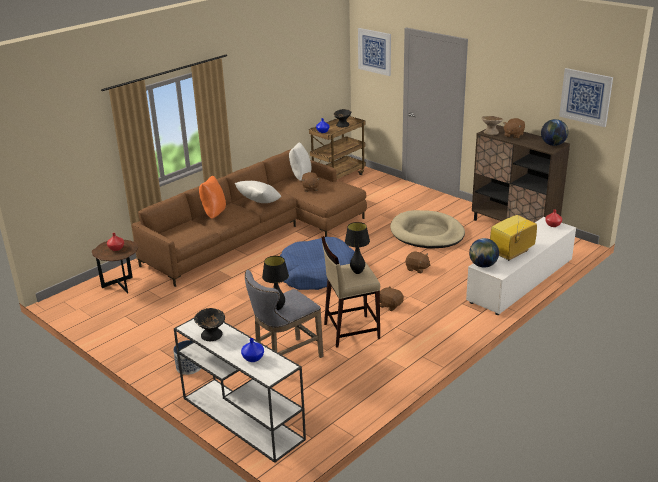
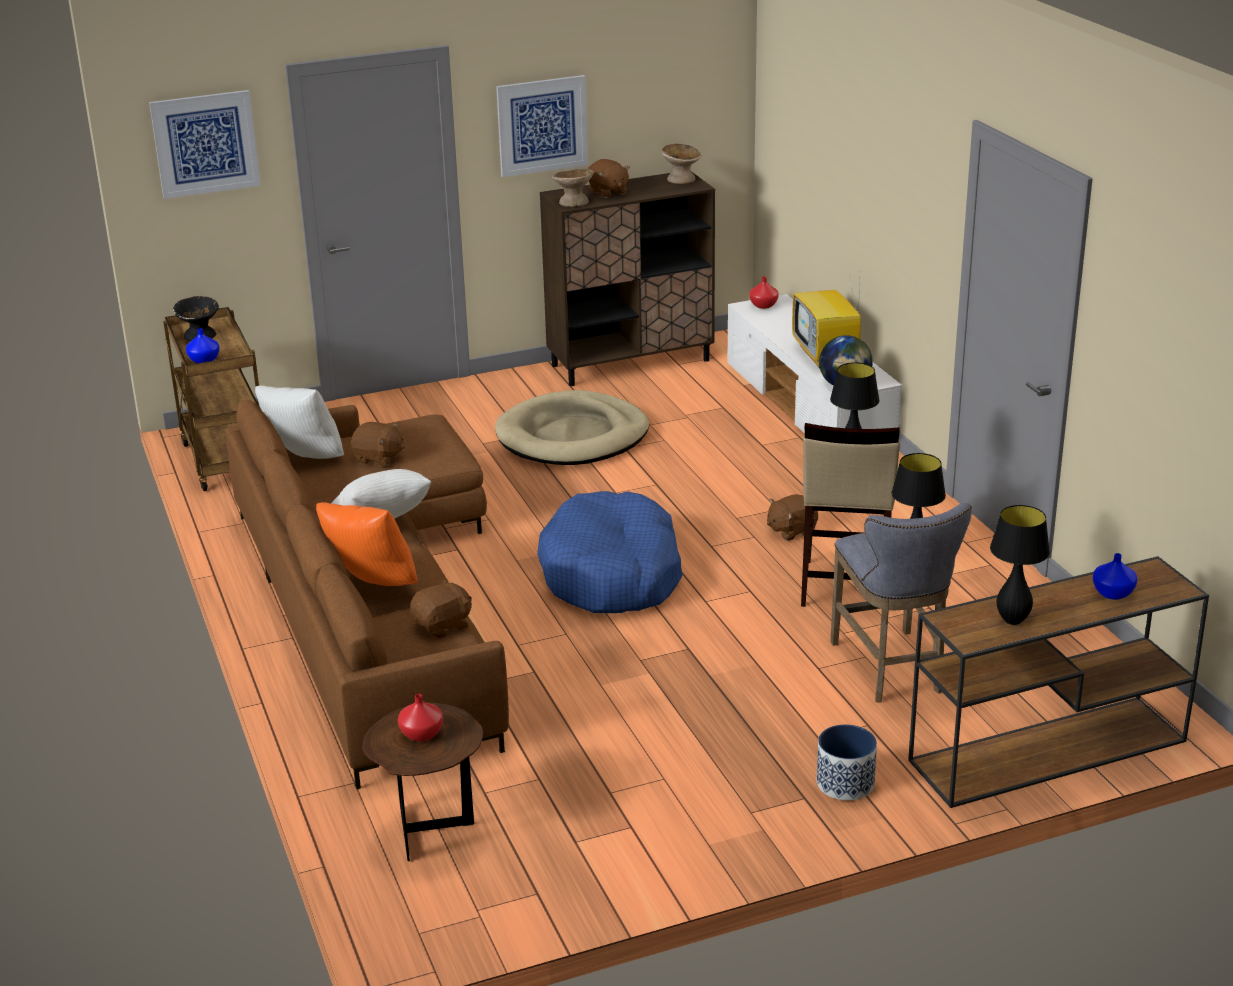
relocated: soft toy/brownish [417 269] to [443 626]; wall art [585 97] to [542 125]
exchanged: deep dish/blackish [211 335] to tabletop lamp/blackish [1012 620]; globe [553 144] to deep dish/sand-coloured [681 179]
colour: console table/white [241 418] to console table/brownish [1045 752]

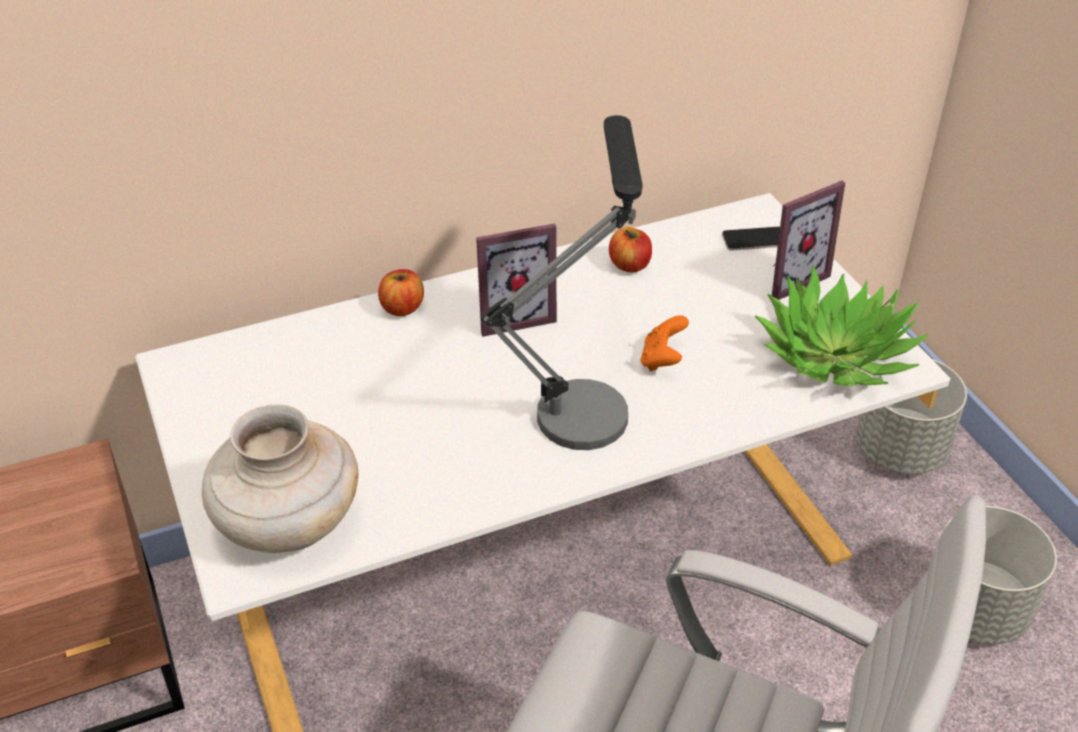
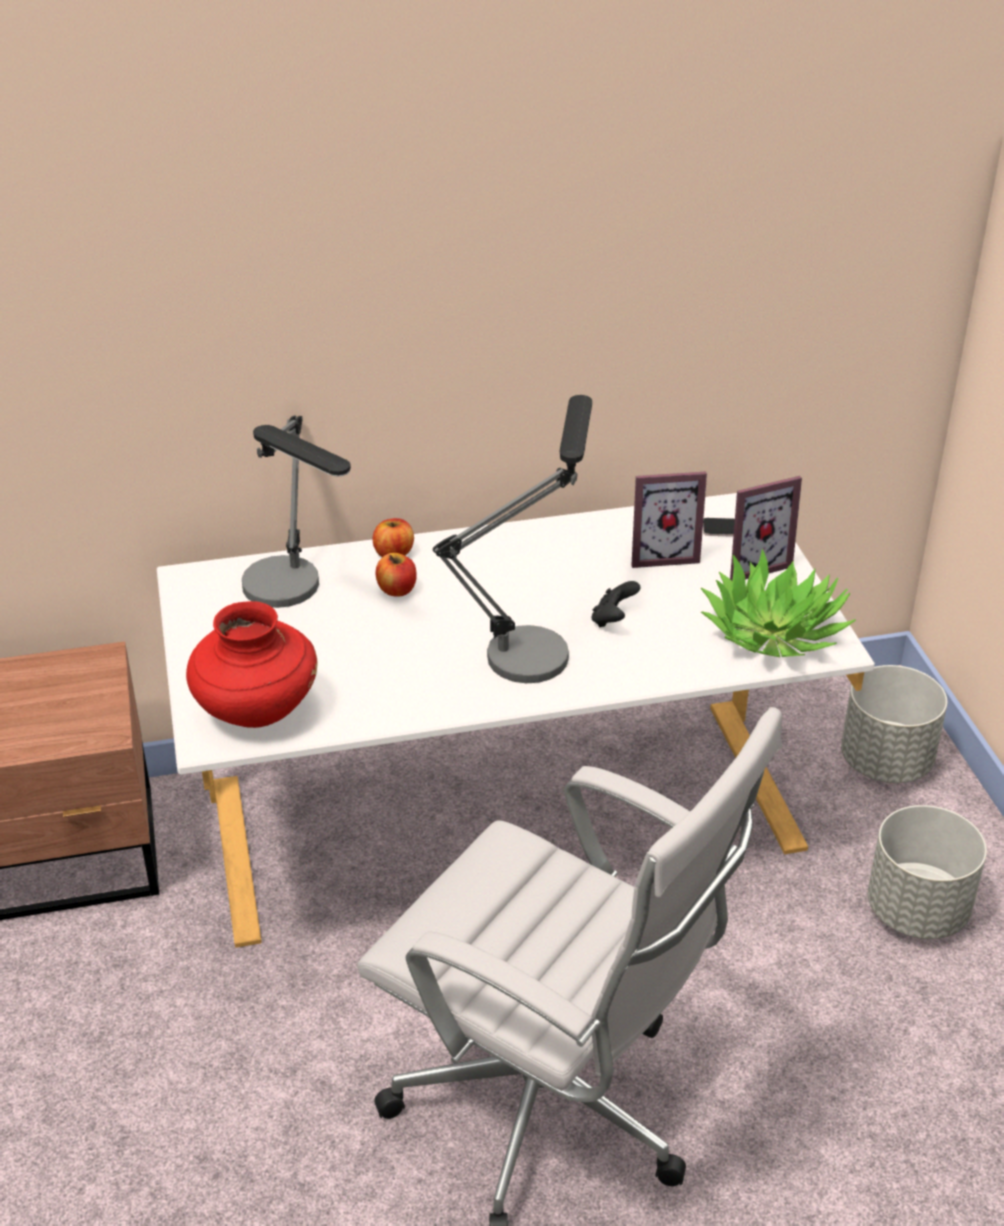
appeared: tabletop lamp [294 595]
relocated: photo frame [513 315] to [662 554]; apple fruit [629 265] to [397 590]
colour: decorative vase/sand-coloured [288 525] to decorative vase/reddish [256 711]; gamepad/orange [662 360] to gamepad/blackish [613 619]

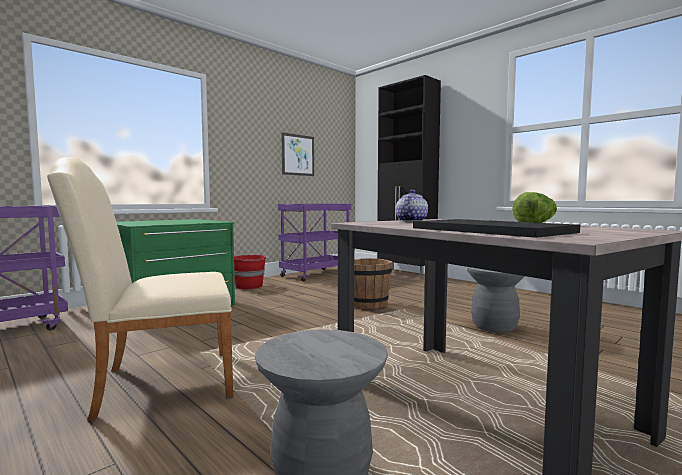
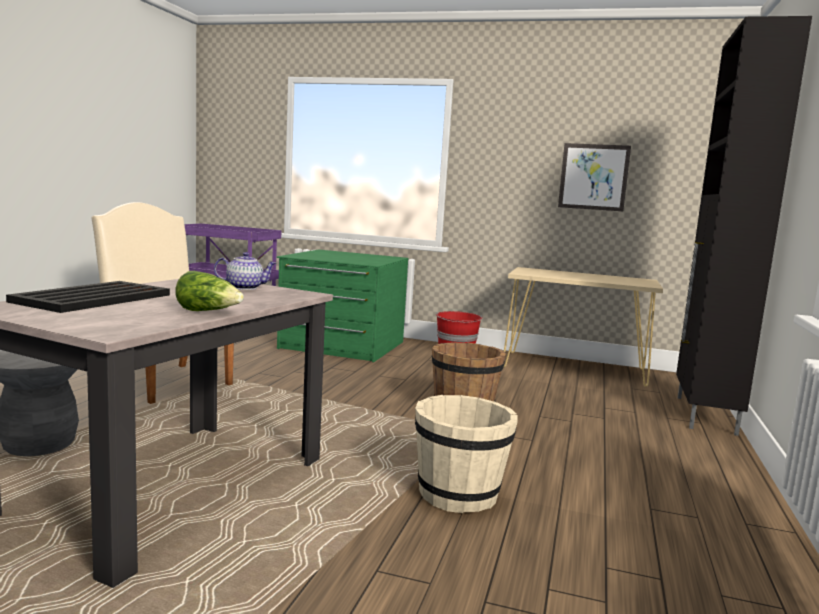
exchanged: cart/purple [315 274] to console table/sand-coloured [574 368]; sitting stool/gray [494 326] to water bucket/sand-coloured [459 494]

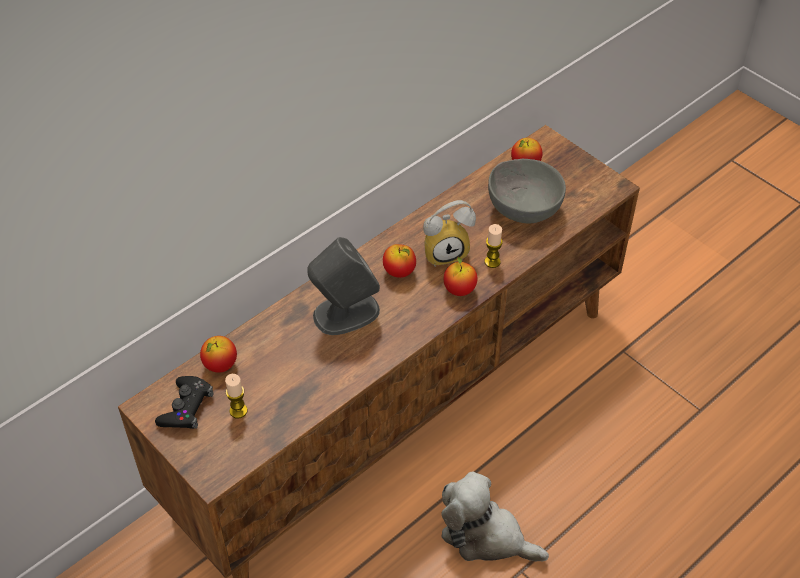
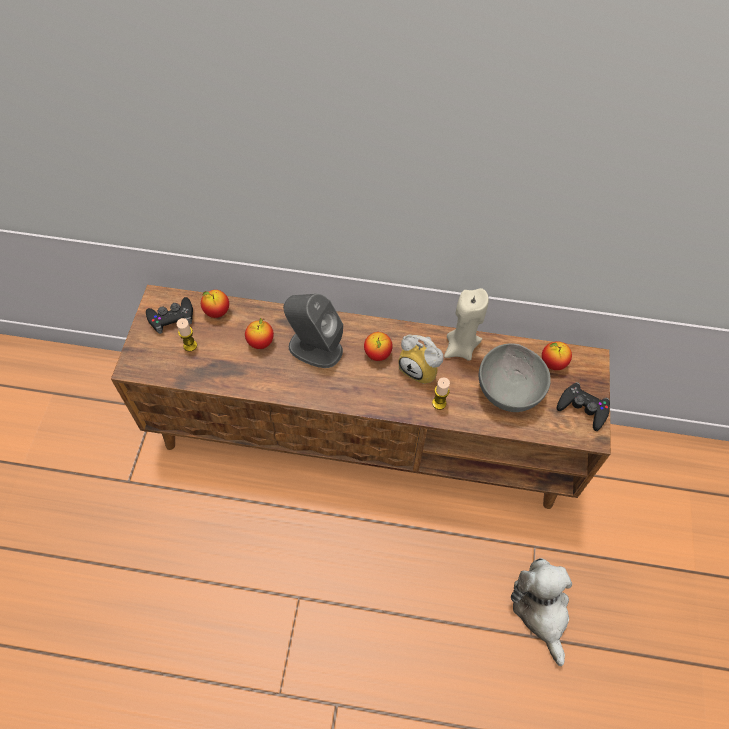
appeared: candle/sand-coloured [460 348]; gamepad/blackish [582 408]
relocated: soft toy [486 535] to [541 610]; apple fruit [459 290] to [261 342]

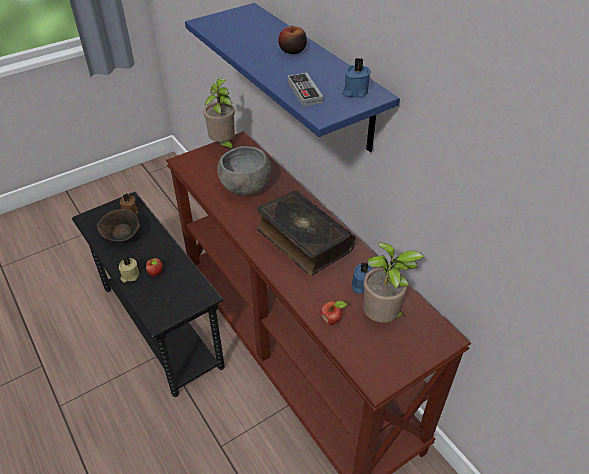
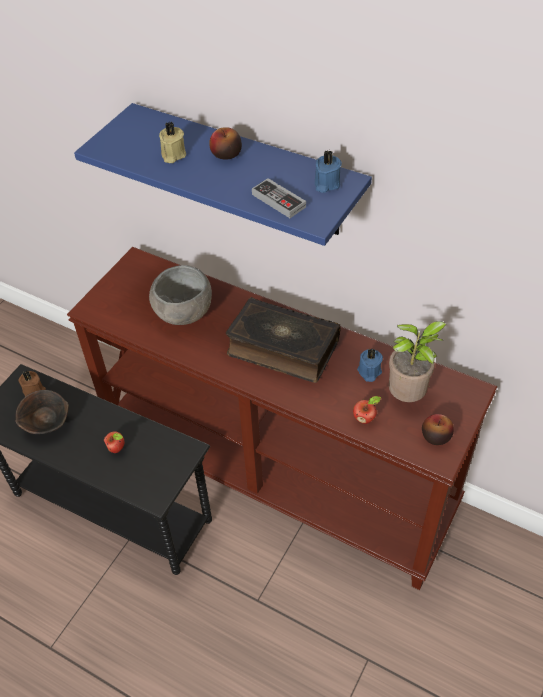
missing: potted plant [223 145]
appeared: apple fruit [436 436]
relocated: candle/sand-coloured [129 275] to [172 155]

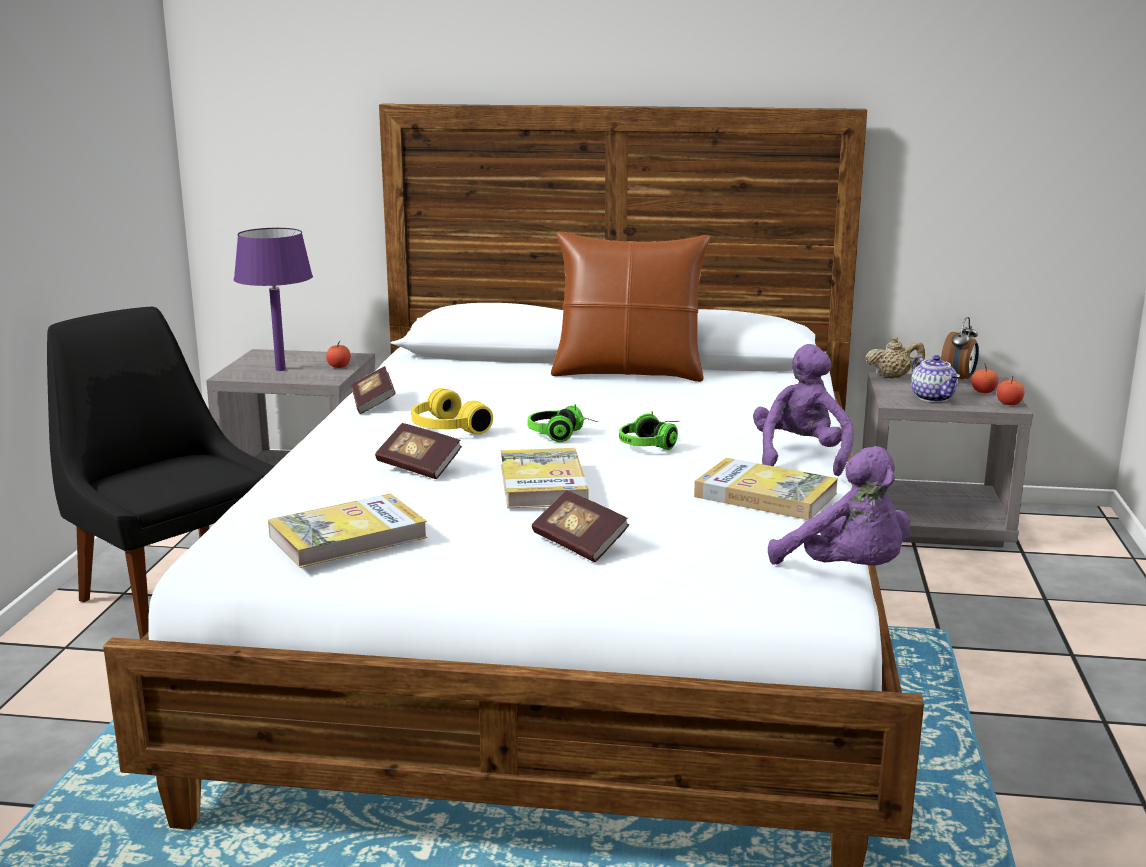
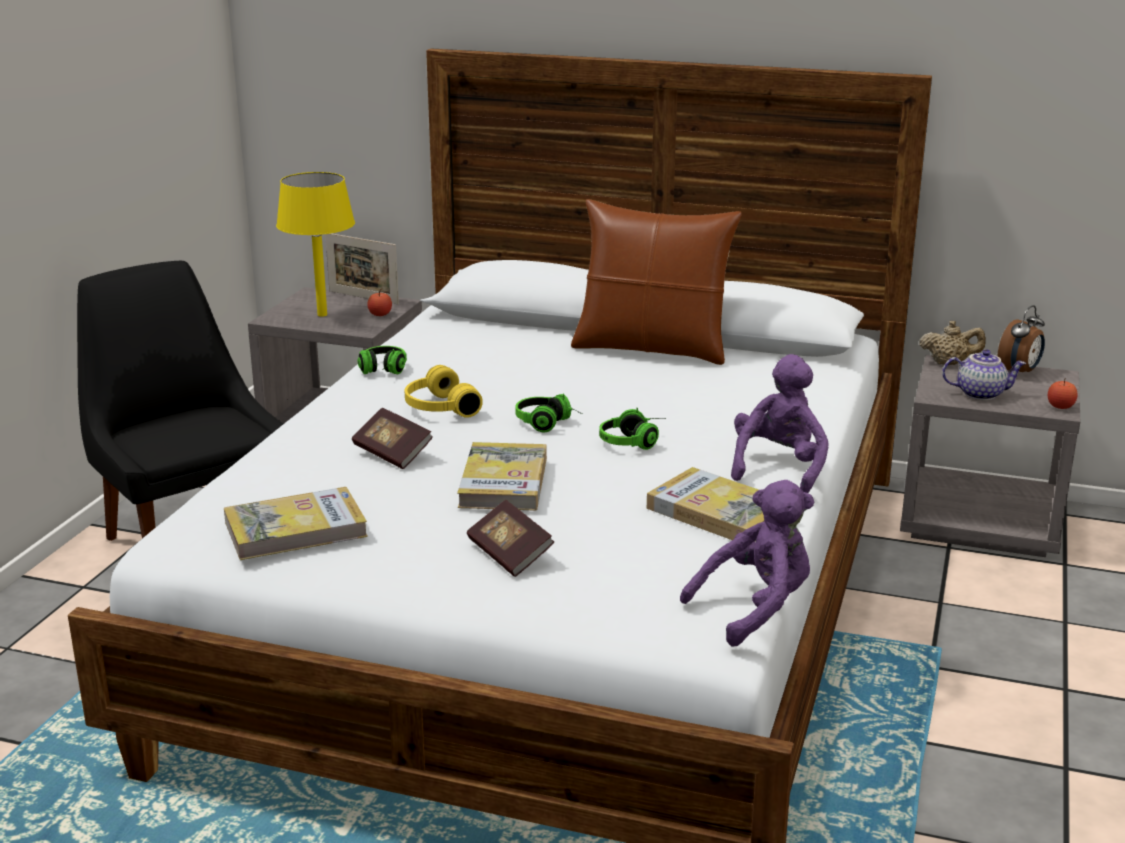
missing: apple fruit [983 391]
appeared: photo frame [363 297]
exchanged: bound book [373 403] to pair of headphones [382 371]
colour: tabletop lamp/purple [280 369] to tabletop lamp/yellowish [322 315]
spun: soft toy/purple [847 571] = [755 609] 90 degrees counterclockwise; tea pot [934 398] = [980 393] 75 degrees counterclockwise

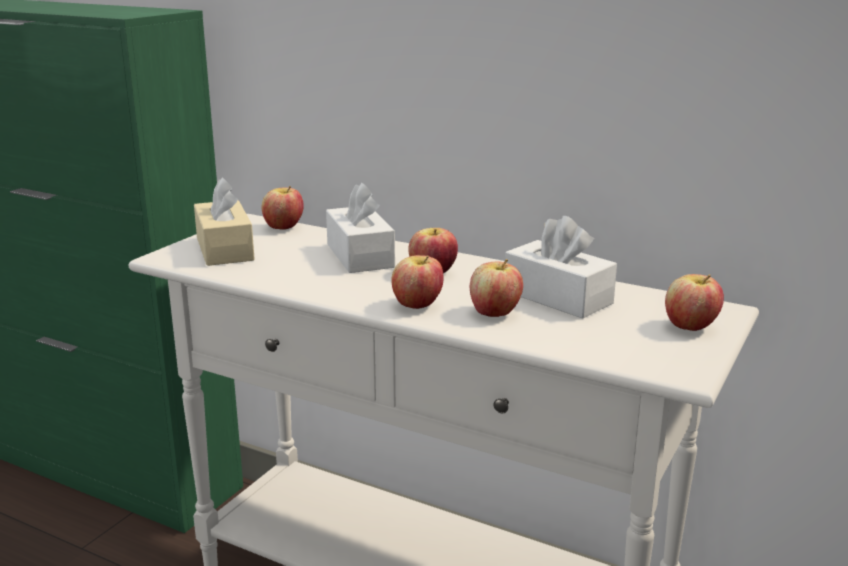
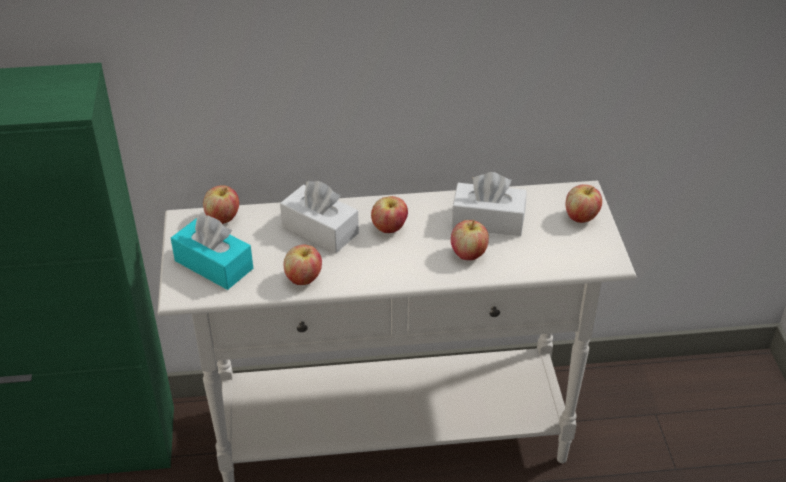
relocated: apple fruit [417 305] to [303 279]
colour: tissue holder/sand-coloured [224 249] to tissue holder/turquoise [214 264]

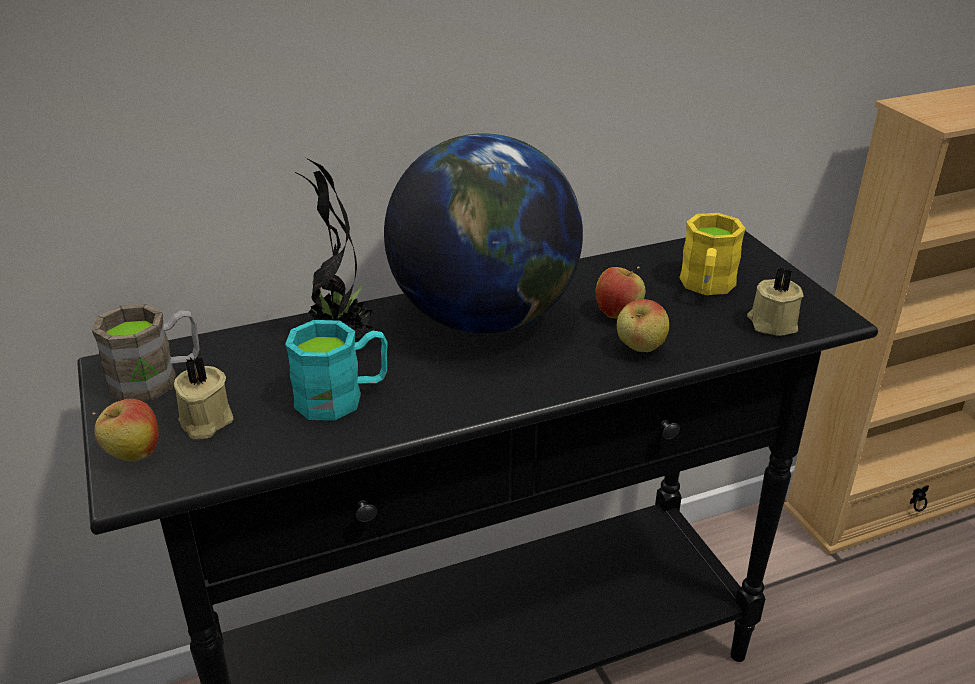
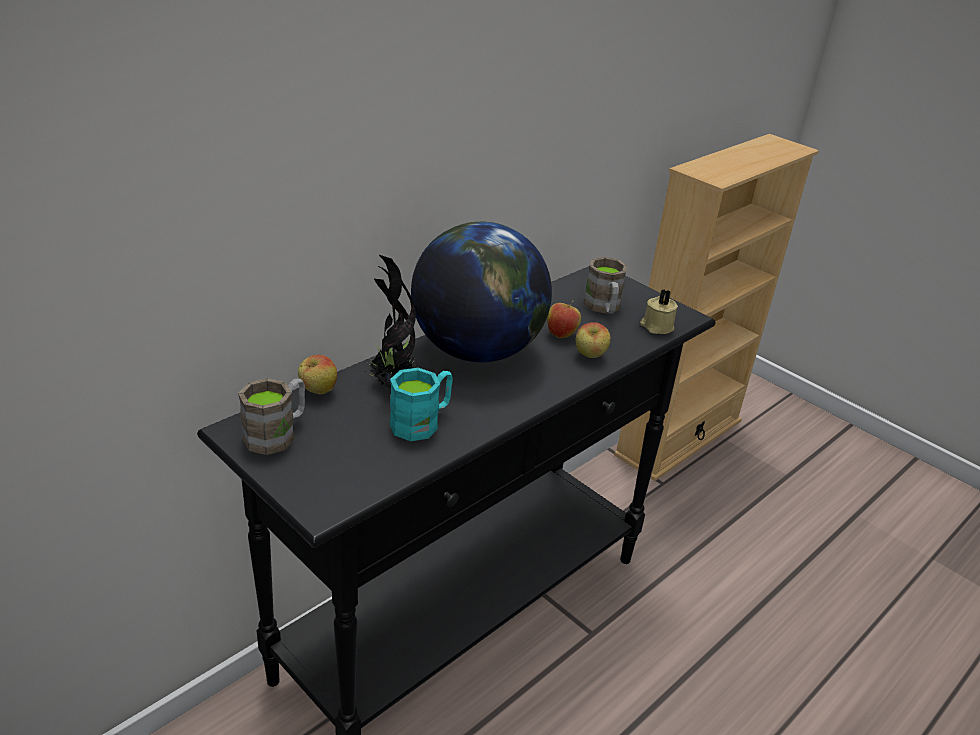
missing: candle/sand-coloured [204 422]
relocated: apple fruit [133 455] to [318 391]
colour: coffee mug/yellowish [706 287] to coffee mug/brownish [604 308]

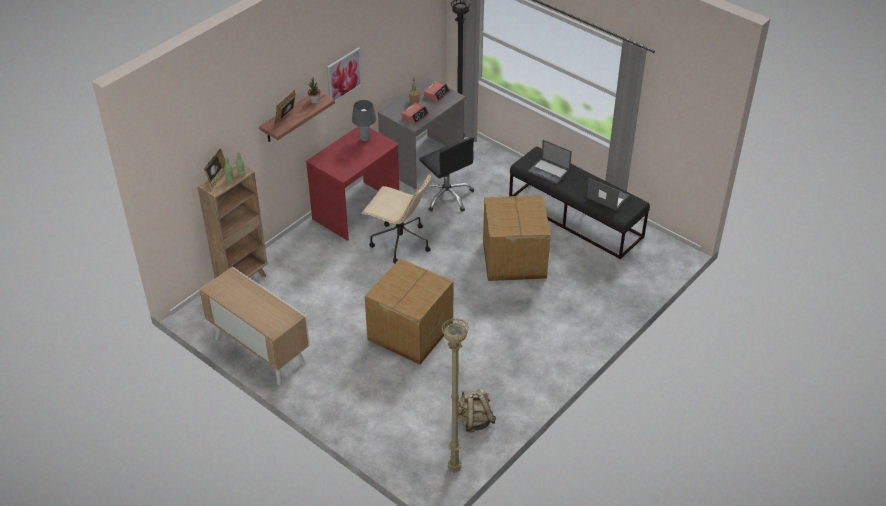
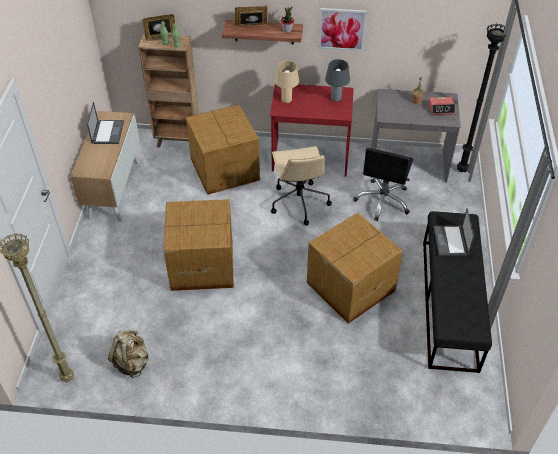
missing: table clock [415 116]
appeared: packing box [225 168]; tabletop lamp/sand-coloured [286 100]
relocated: laptop [607 197] to [107 132]

